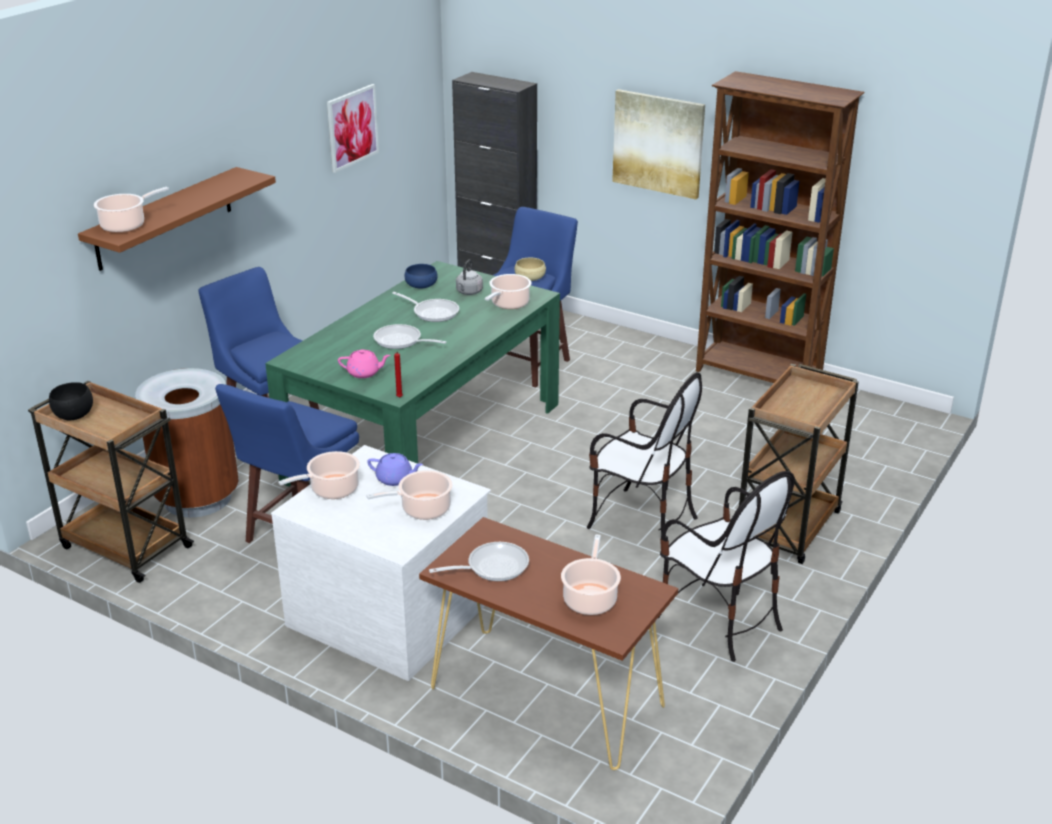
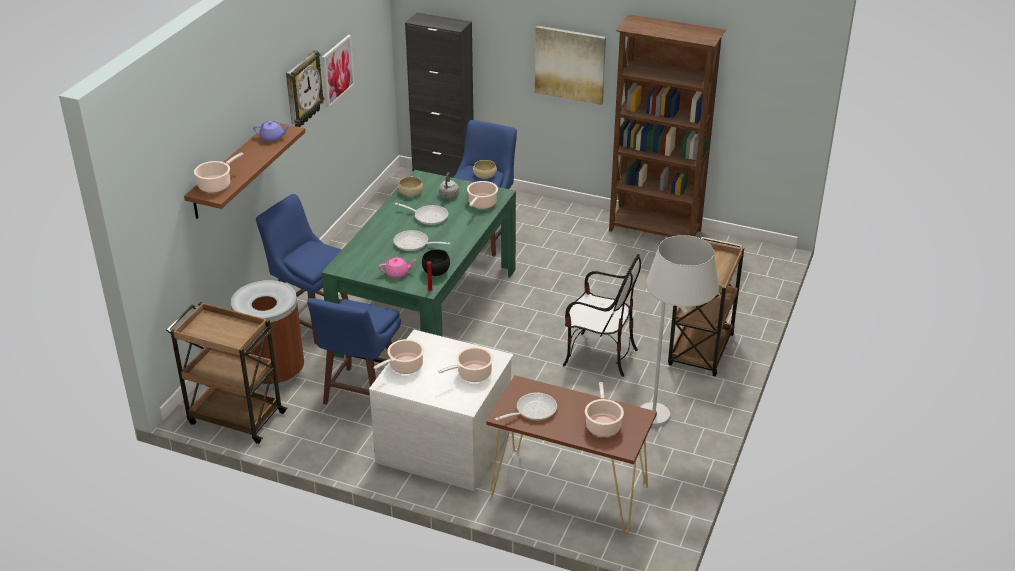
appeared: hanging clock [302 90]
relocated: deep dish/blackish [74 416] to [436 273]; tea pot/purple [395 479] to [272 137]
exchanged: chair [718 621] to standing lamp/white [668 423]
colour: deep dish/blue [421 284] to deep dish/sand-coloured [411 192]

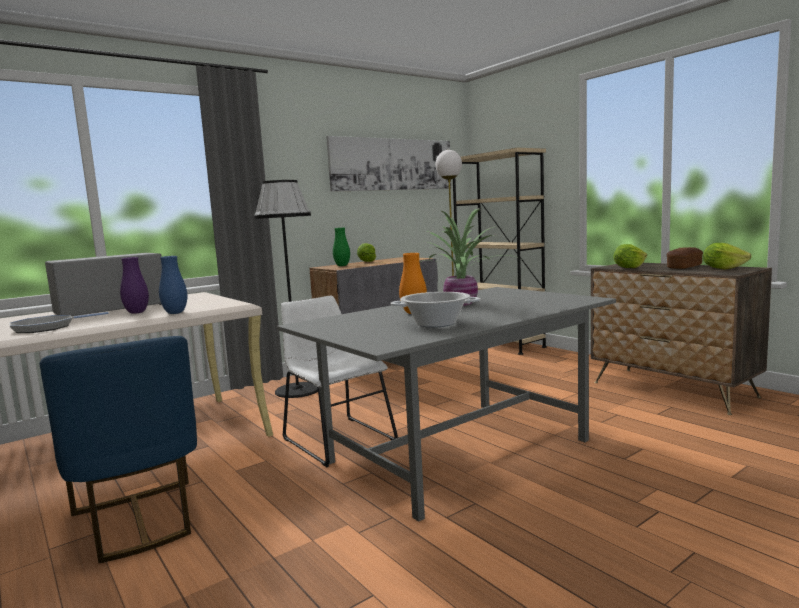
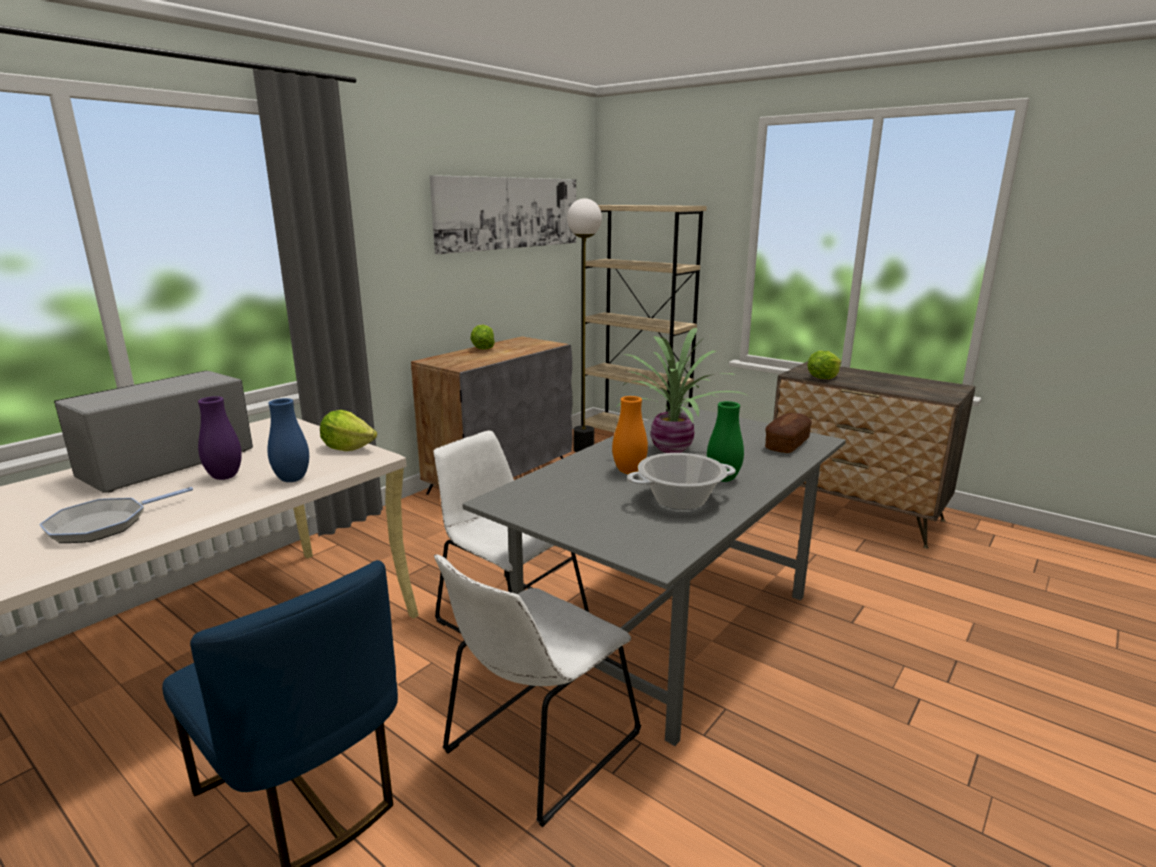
missing: standing lamp/blackish [298 390]
appeared: chair/white [537 747]
relocated: decorative vase/greenish [342 265] to [723 479]; bakery bread [684 267] to [787 444]; head of lettuce [723 268] to [348 448]

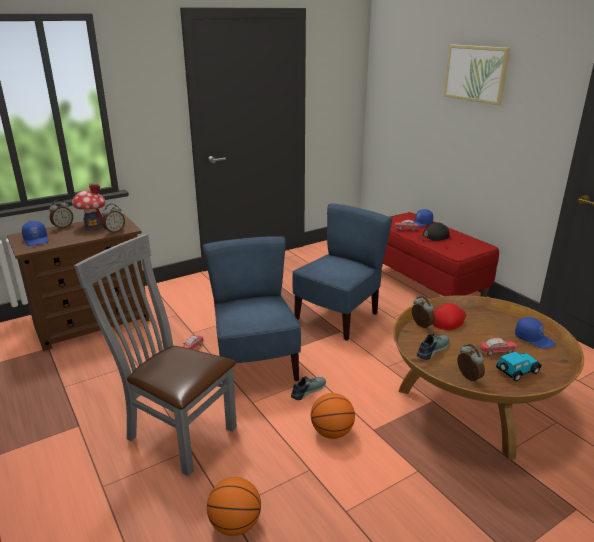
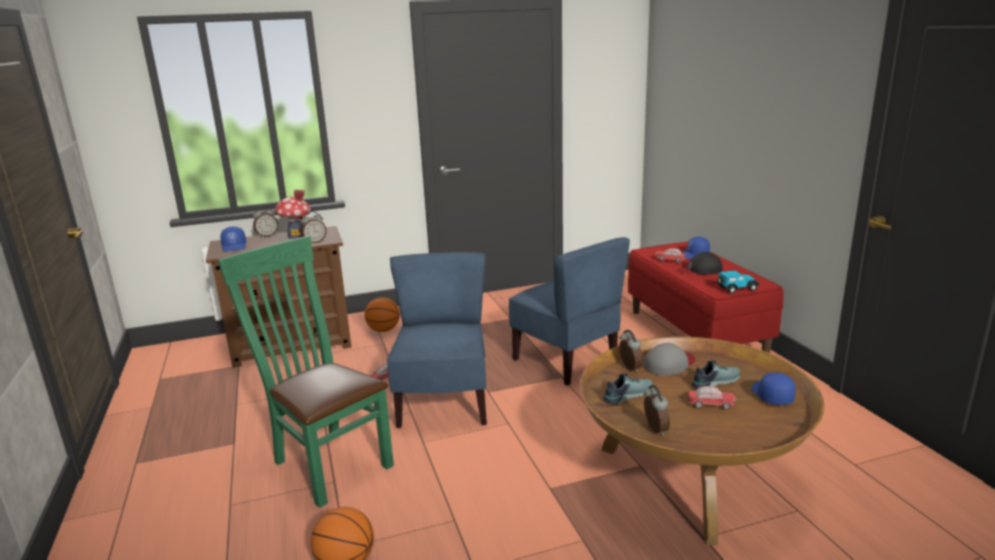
missing: wall art [476 73]
relocated: item of footwear [307 390] to [714 381]; basketball [332 432] to [383 330]; toy car [516 371] to [736 288]
colour: chair/gray [175 432] to chair/greenish [327 462]; baseball cap/reddish [449 319] to baseball cap/gray [669 364]
spun: chair/blue [338 317] = [566 361] 90 degrees clockwise; baseball cap/blue [534 339] = [771 395] 150 degrees counterclockwise

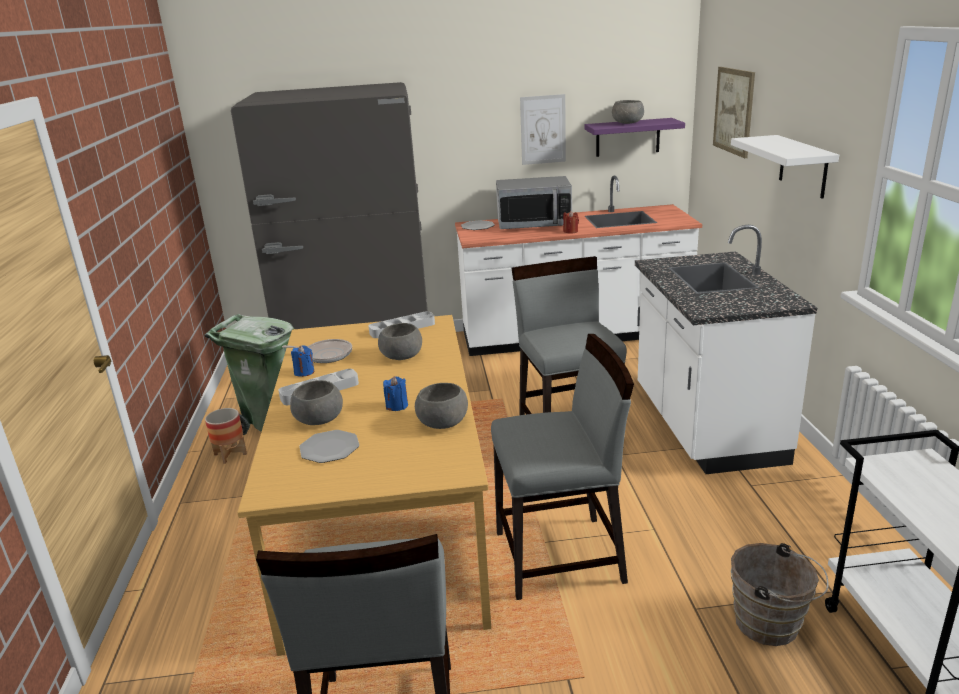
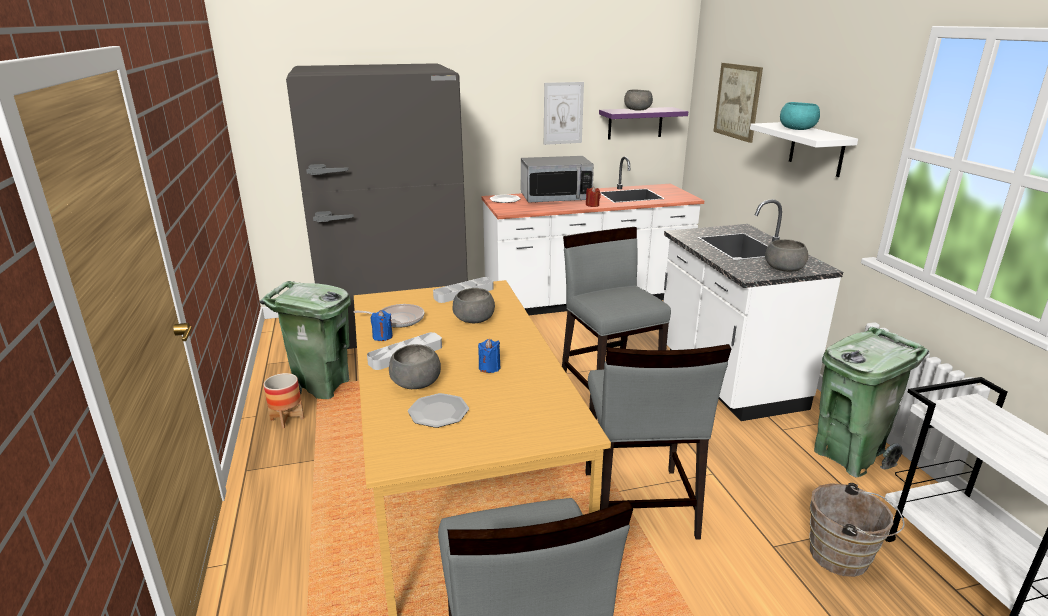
appeared: deep dish/turquoise [797 128]; waste bin/greenish [848 456]
relocated: deep dish/gray [442 422] to [783 268]
spun: chair/gray [561 557] = [638 505] 105 degrees clockwise

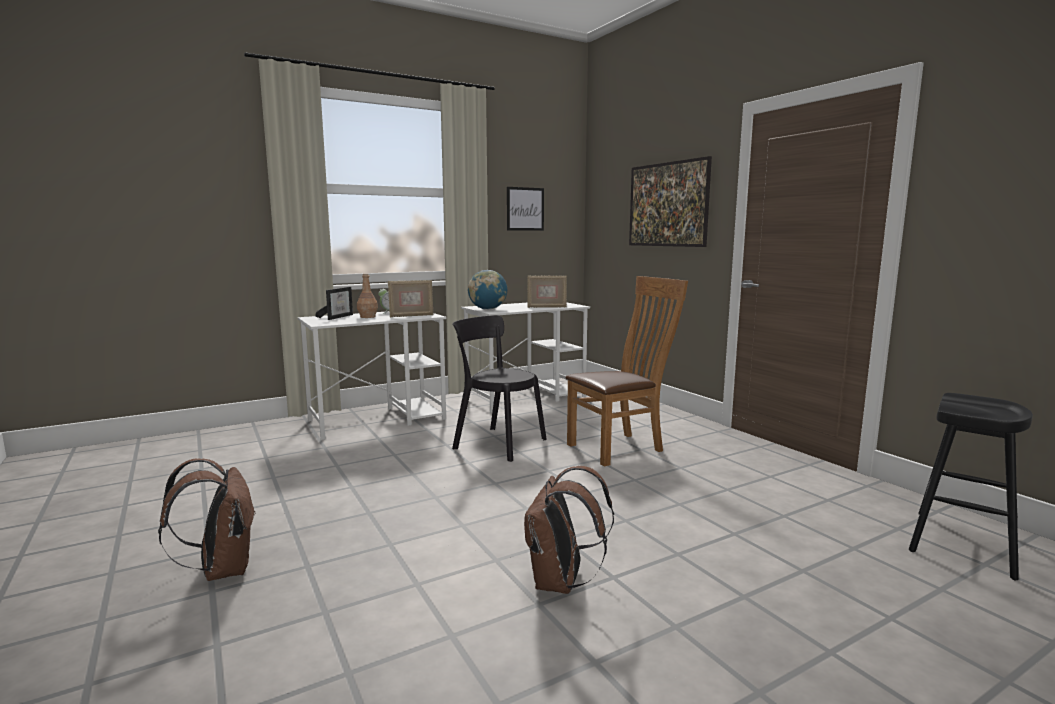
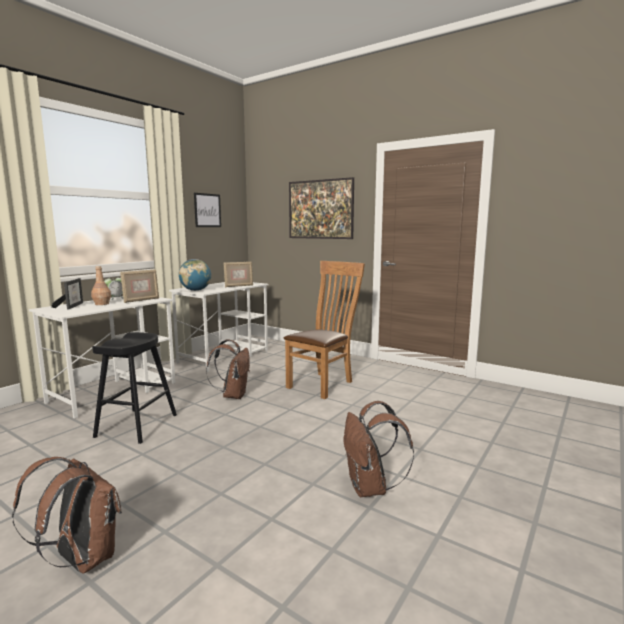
relocated: sitting stool/blackish [962 543] to [137 425]
exchanged: chair/blackish [496 443] to knapsack/brownish [233 395]

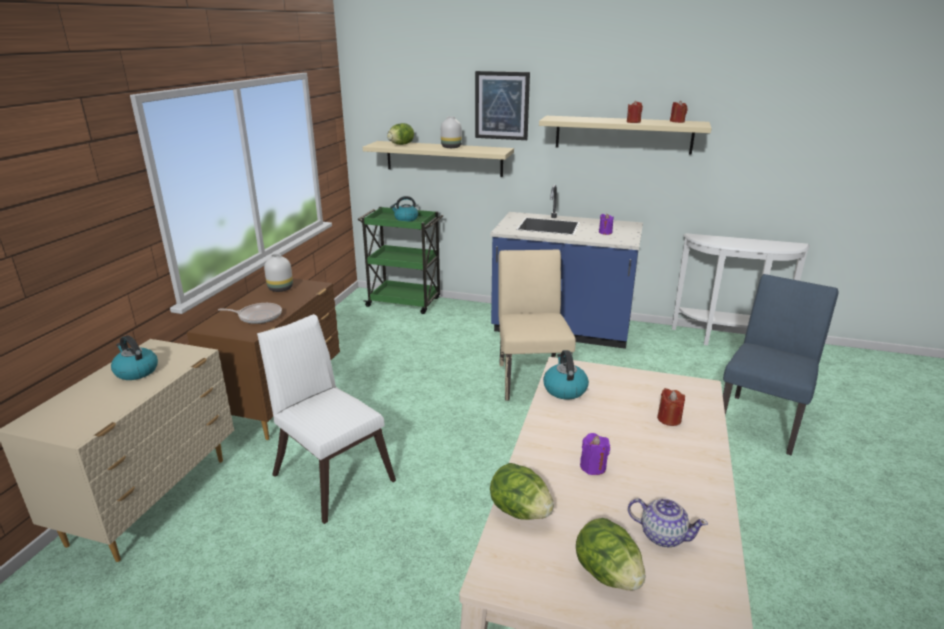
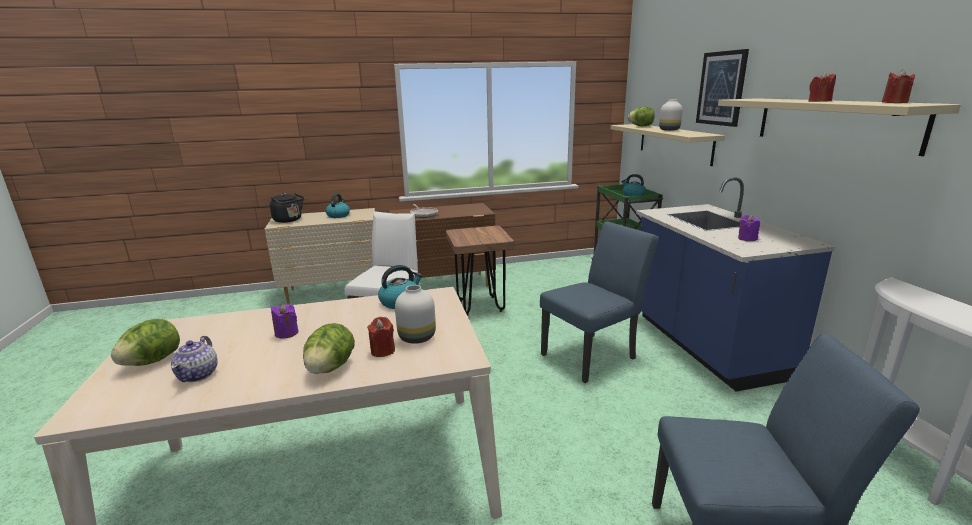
appeared: kettle/blackish [289 220]; sitting stool/brownish [480 306]
relocated: decorative vase/white [281 289] to [417 338]; head of lettuce [520 511] to [330 368]
colour: chair/sand-coloured [531 377] to chair/blue [593 354]

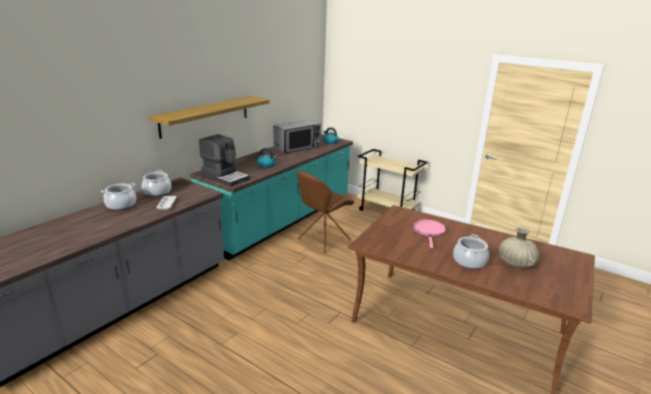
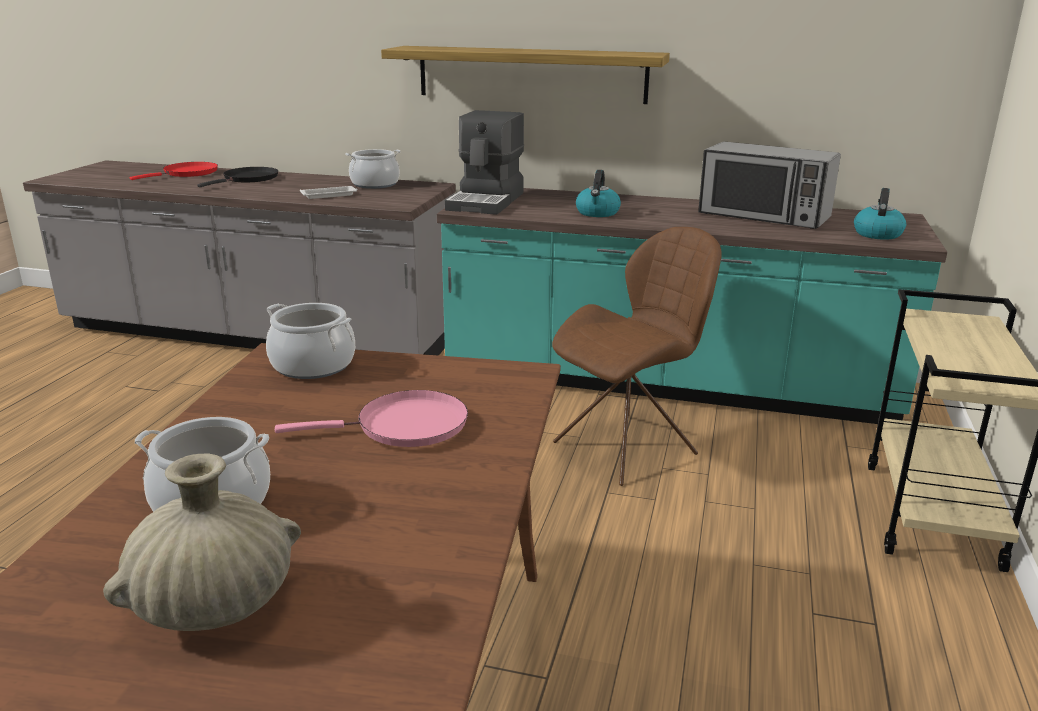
appeared: frying pan/reddish [187 173]; frying pan/blackish [248 179]
relocated: stockpot [121 205] to [313 365]
spun: chair/brownish [322 240] = [629 447] 120 degrees clockwise

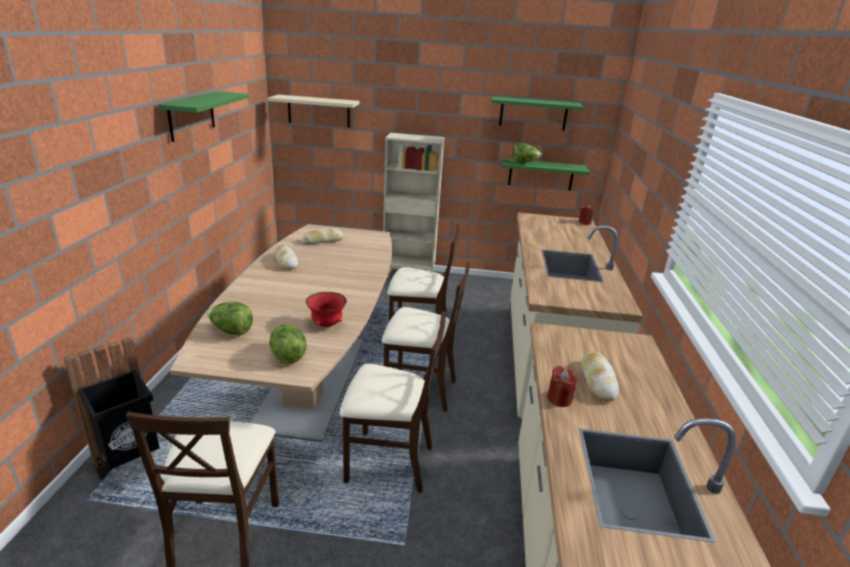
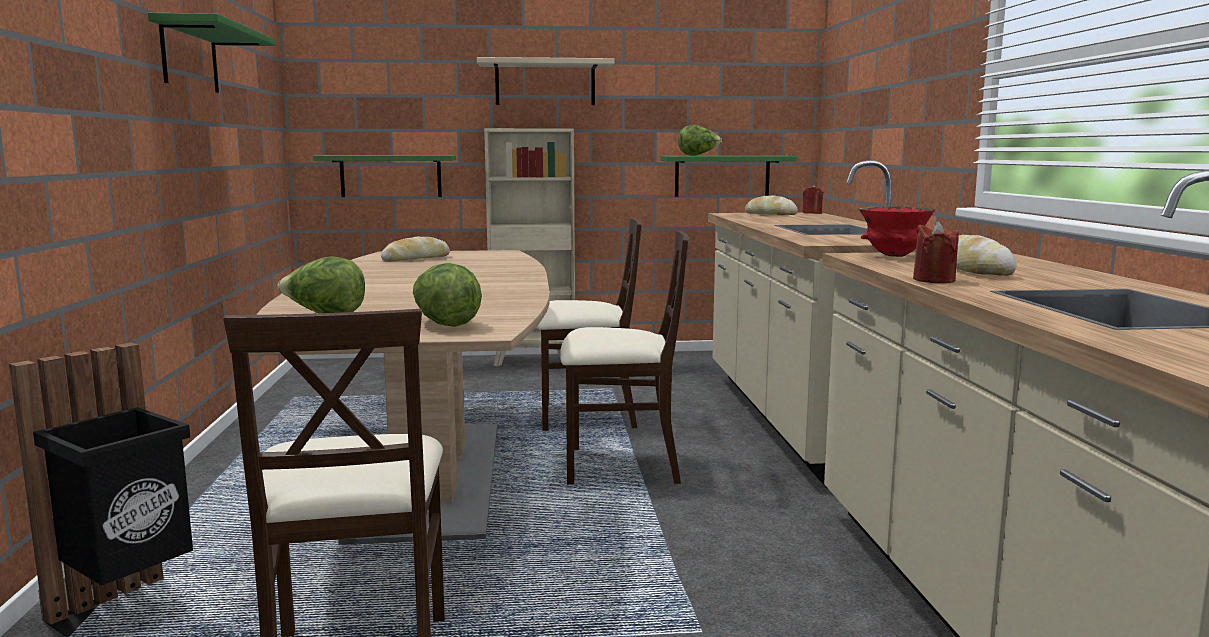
missing: chair/sand-coloured [388 462]
relocated: wall shelf/sand-coloured [318 111] to [545 83]; bakery bread [286 261] to [770 214]; deep dish/reddish [327 324] to [894 256]; wall shelf/greenish [533 113] to [391 176]

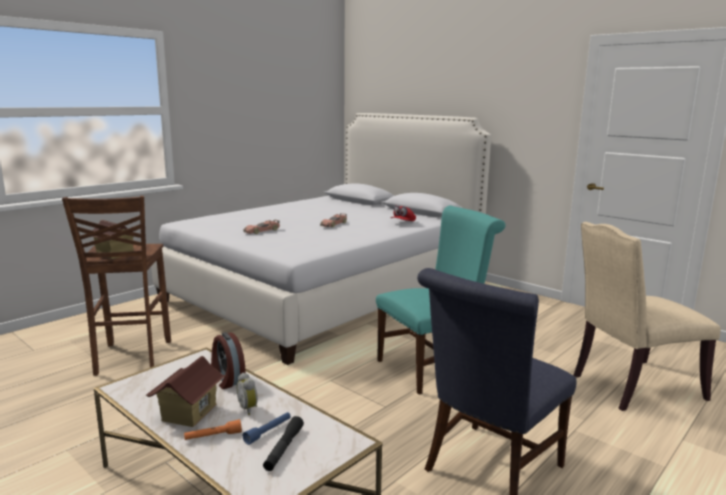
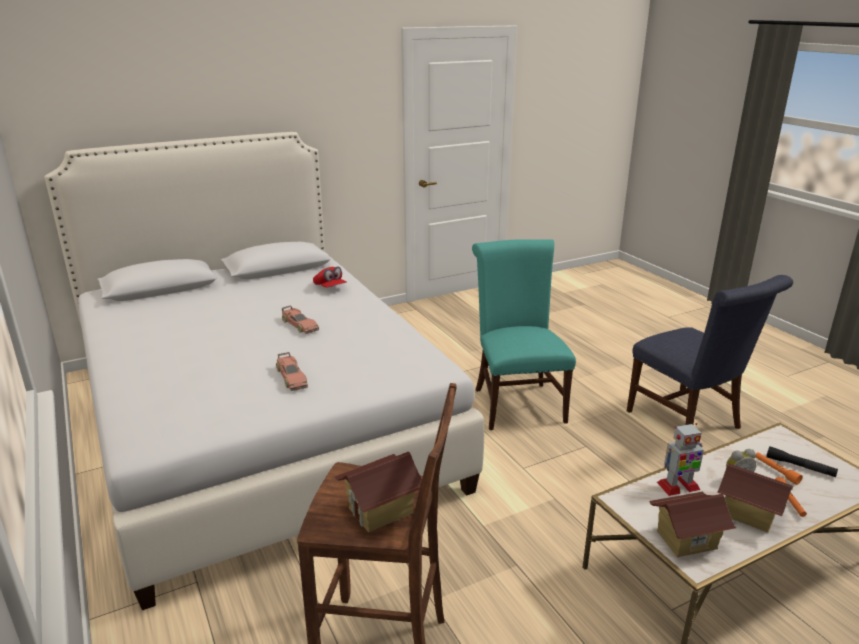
missing: chair/sand-coloured [631 387]
appeared: toy house [686 539]
exchanged: table clock [226 380] to toy robot [678 486]
colour: flashlight/blue [268 432] to flashlight/orange [776 471]

